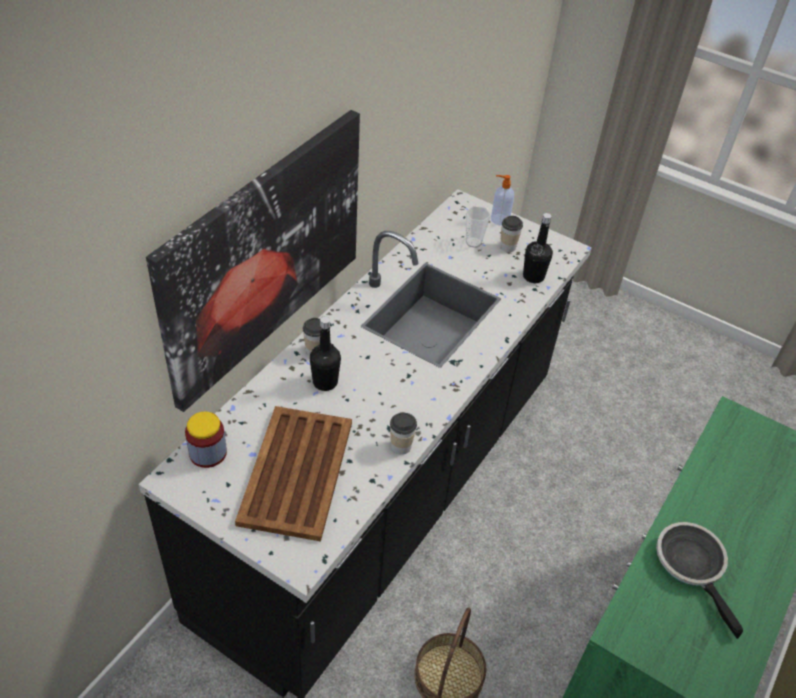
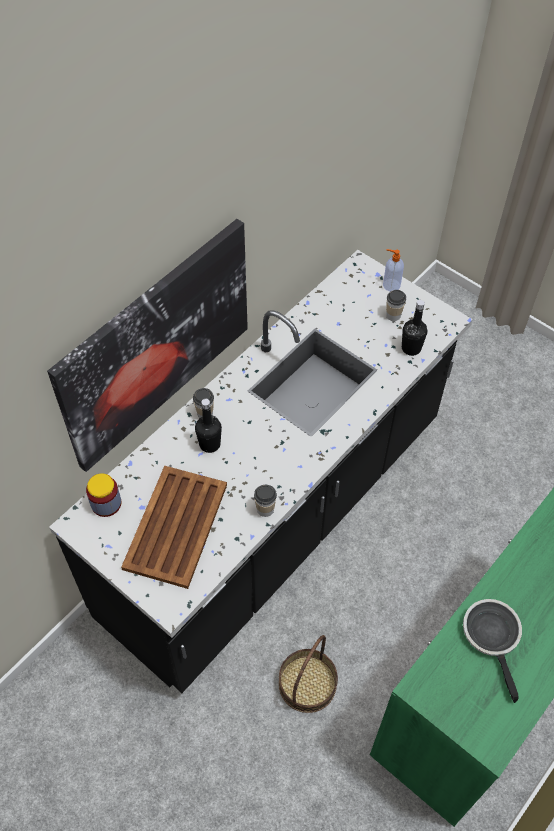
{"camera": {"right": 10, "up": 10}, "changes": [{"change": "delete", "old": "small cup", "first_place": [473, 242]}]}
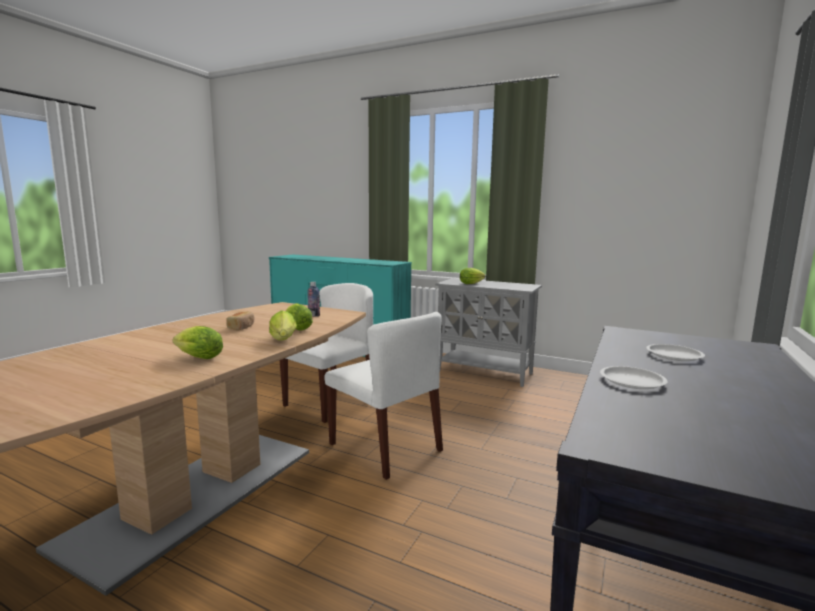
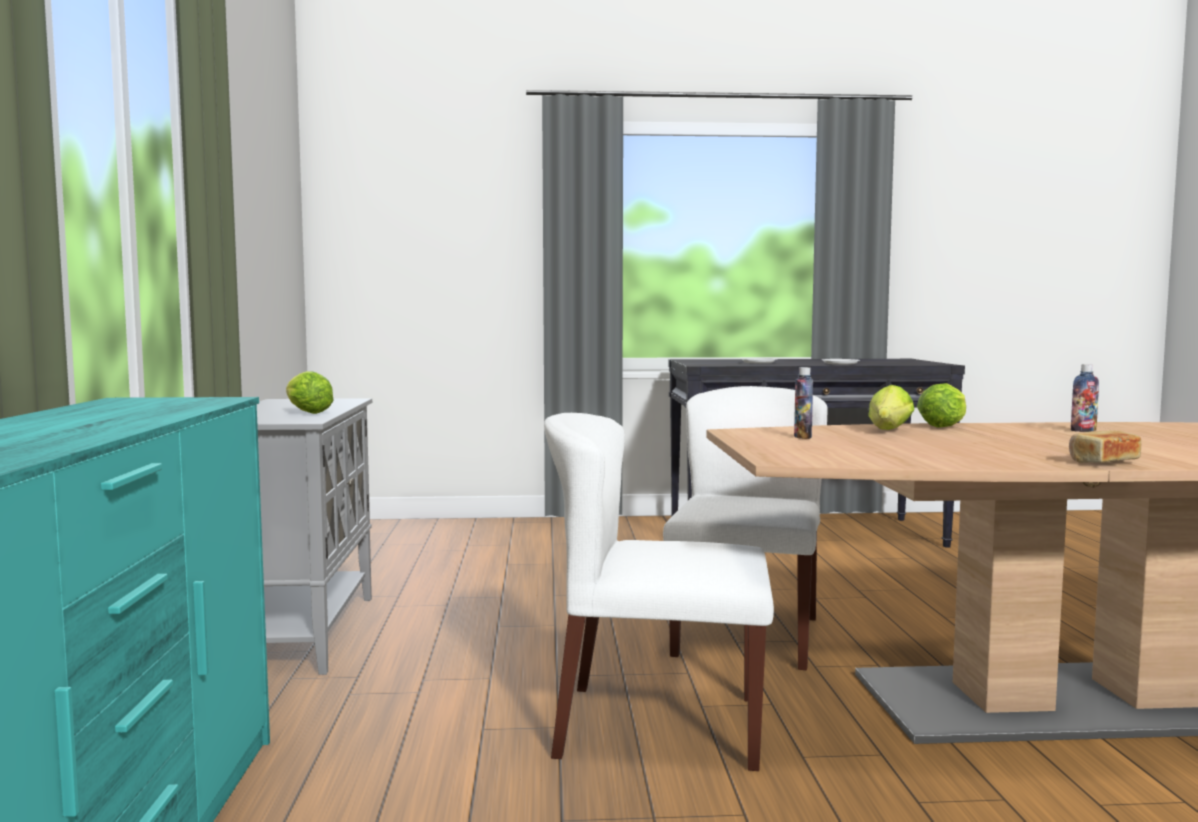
{"camera": {"right": -120, "up": -5}, "changes": [{"change": "replace", "old": "head of lettuce", "new": "bottle", "first_place": [197, 358], "second_place": [1083, 430]}, {"change": "move", "old": "baked bread", "first_place": [242, 327], "second_place": [1102, 462]}]}
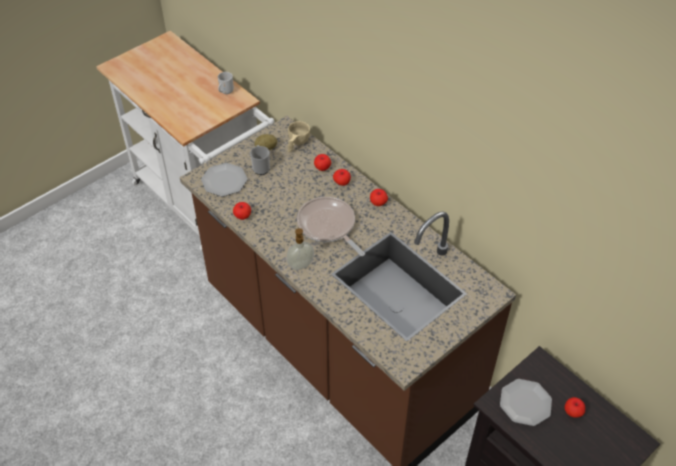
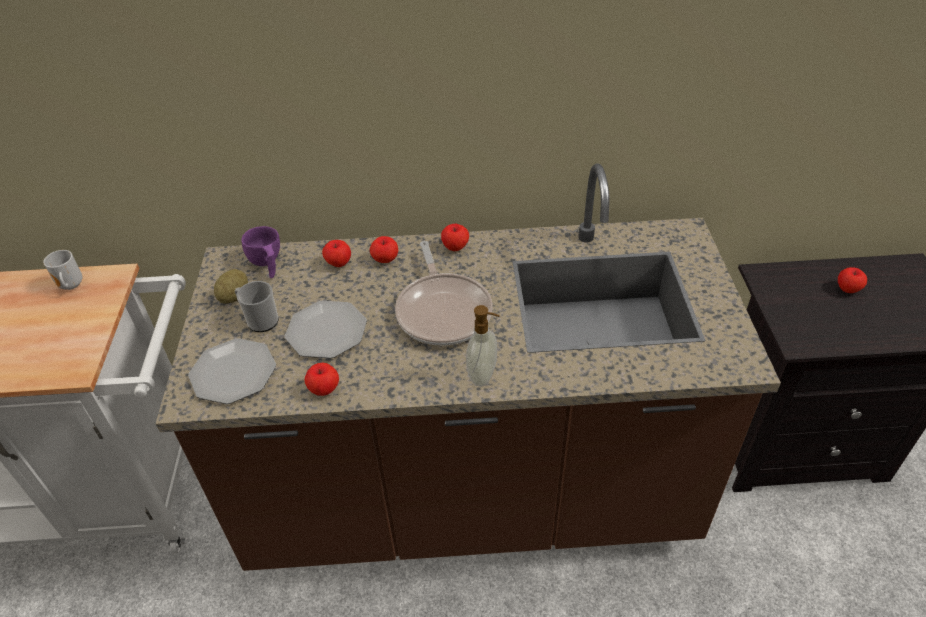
{"camera": {"right": -50, "up": -5}, "changes": [{"change": "recolor", "old": "sand-coloured small cup", "new": "purple-coloured small cup", "first_place": [296, 144], "second_place": [267, 264]}, {"change": "rotate", "old": "frying pan", "first_place": [328, 226], "second_place": [443, 310], "degrees": -105}, {"change": "move", "old": "plate", "first_place": [525, 404], "second_place": [327, 331]}]}
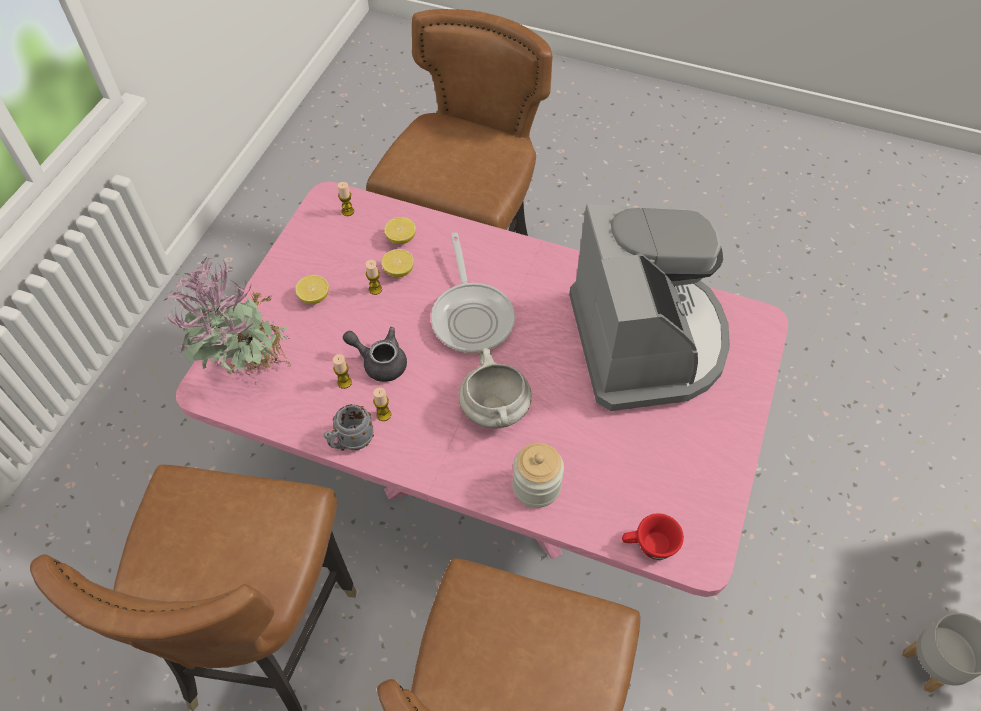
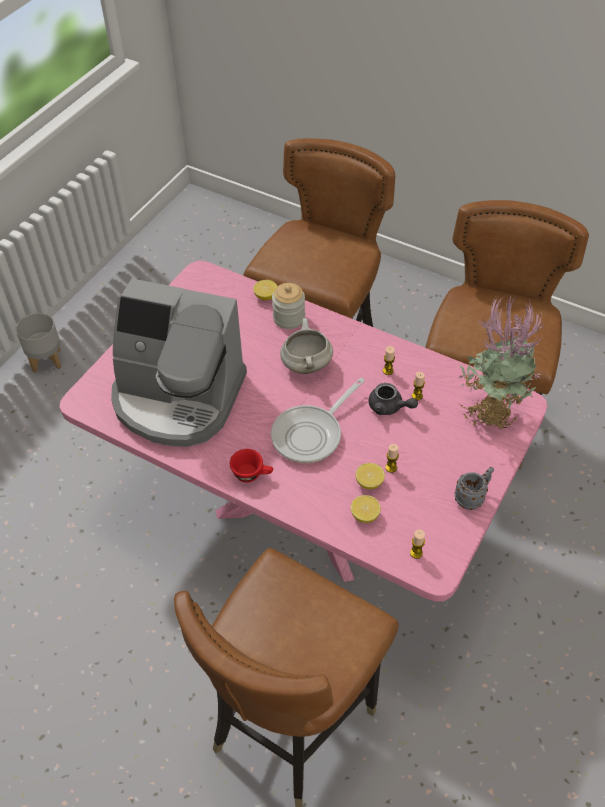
{"camera": {"right": -170, "up": -5}, "changes": [{"change": "move", "old": "lemon", "first_place": [314, 297], "second_place": [265, 296]}, {"change": "move", "old": "grey tea mug", "first_place": [351, 441], "second_place": [472, 497]}, {"change": "rotate", "old": "frying pan", "first_place": [471, 316], "second_place": [311, 434], "degrees": -135}, {"change": "rotate", "old": "coffee machine", "first_place": [646, 341], "second_place": [178, 398], "degrees": -75}, {"change": "move", "old": "red small cup", "first_place": [649, 546], "second_place": [252, 474]}]}
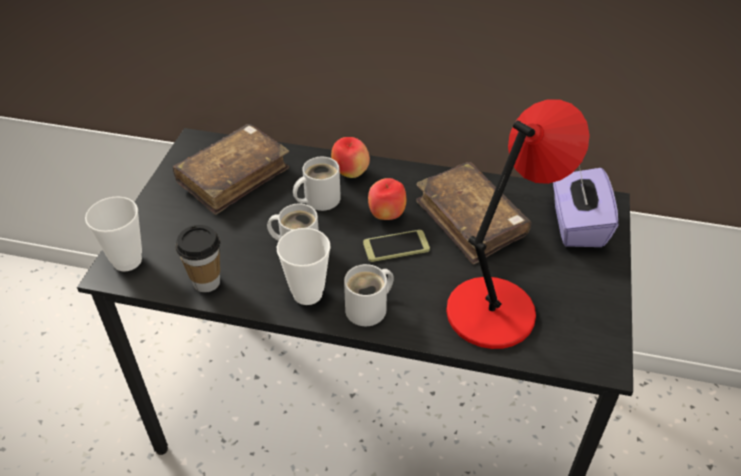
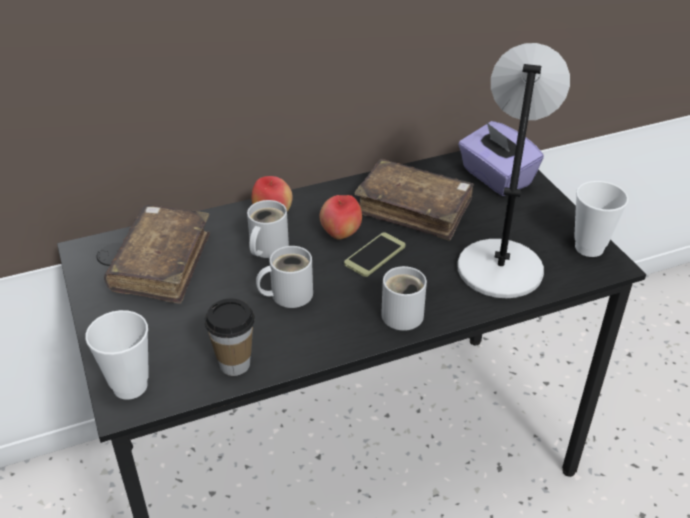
{"camera": {"right": -35, "up": -5}, "changes": [{"change": "move", "old": "small cup", "first_place": [307, 293], "second_place": [589, 248]}, {"change": "recolor", "old": "red table lamp", "new": "grey table lamp", "first_place": [494, 310], "second_place": [500, 266]}]}
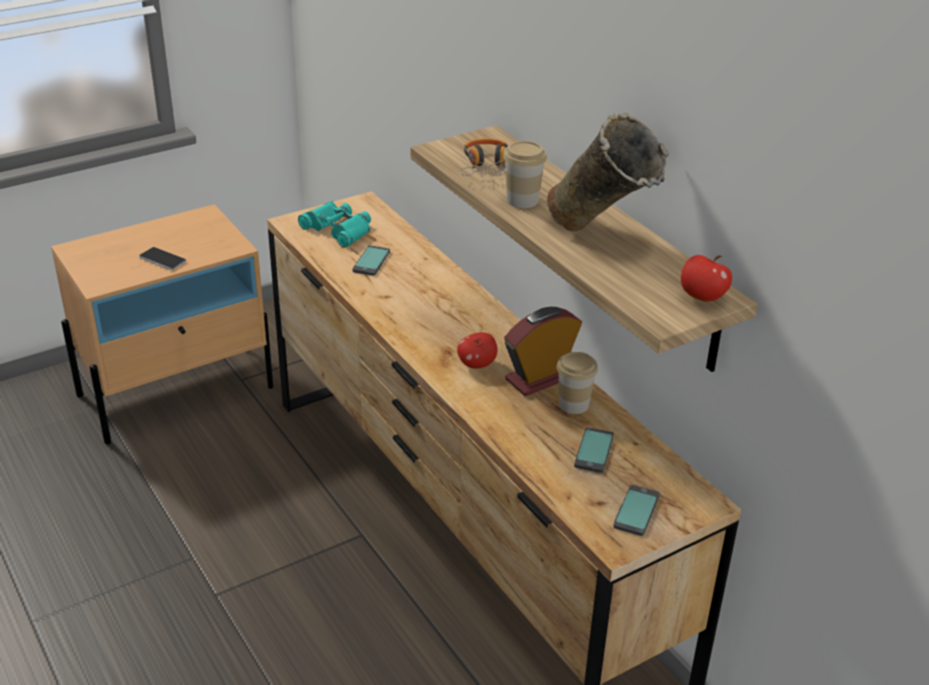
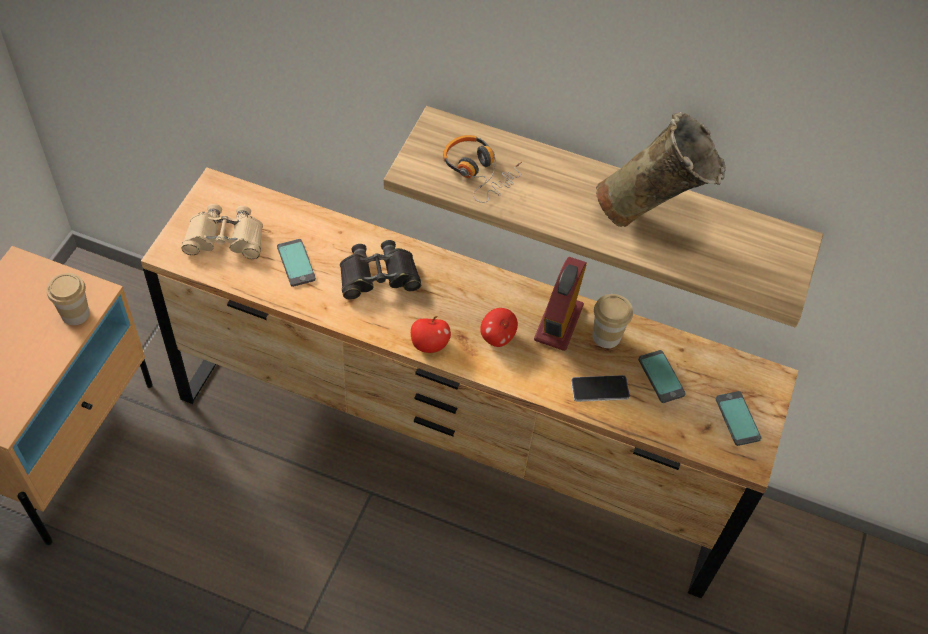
{"camera": {"right": -40, "up": 20}, "changes": [{"change": "move", "old": "handset", "first_place": [162, 259], "second_place": [599, 389]}, {"change": "recolor", "old": "turquoise binoculars", "new": "sand-coloured binoculars", "first_place": [338, 230], "second_place": [225, 238]}, {"change": "move", "old": "small cup", "first_place": [522, 200], "second_place": [75, 314]}, {"change": "move", "old": "whole apple", "first_place": [702, 297], "second_place": [429, 344]}, {"change": "insert", "new": "blackish binoculars", "second_place": [378, 276]}]}
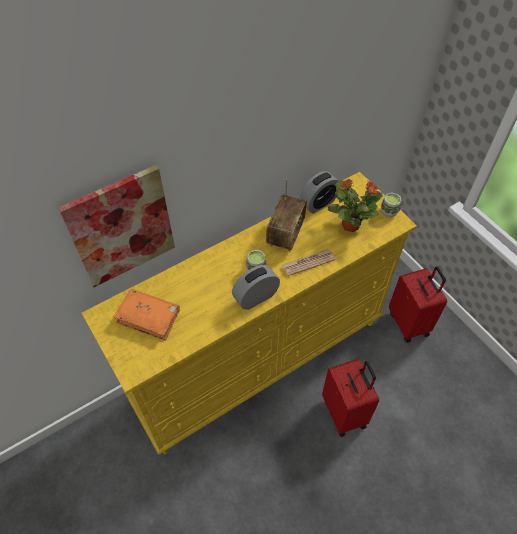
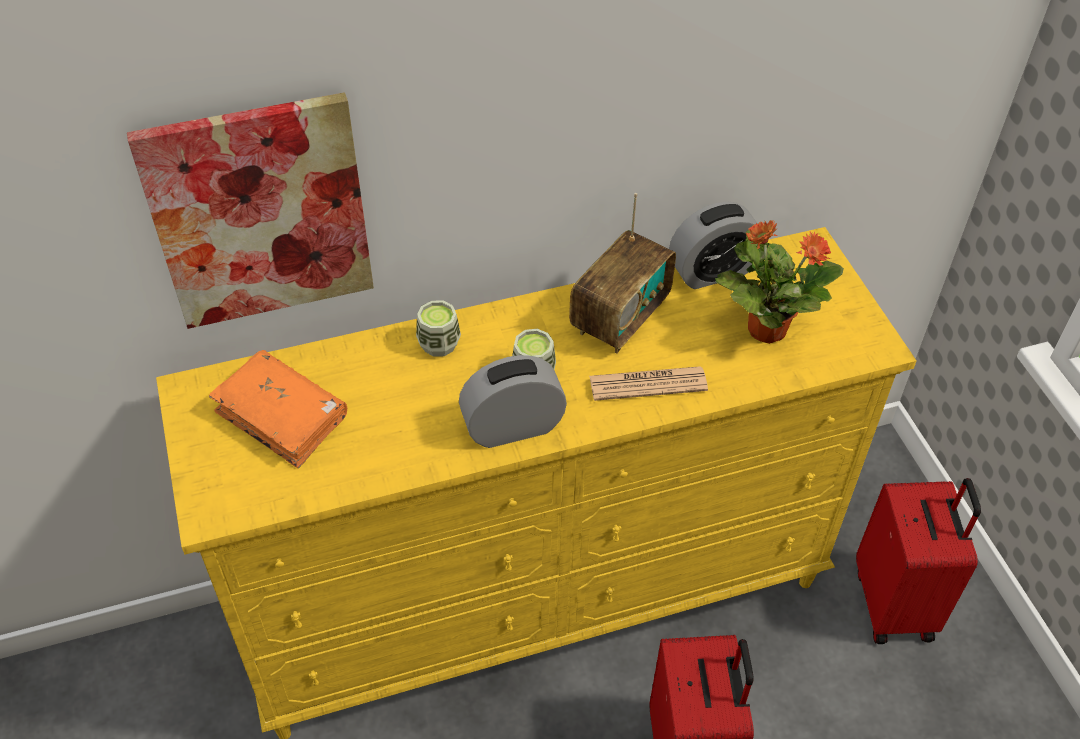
{"camera": {"right": 15, "up": -5}, "changes": [{"change": "move", "old": "small cup", "first_place": [389, 211], "second_place": [439, 344]}]}
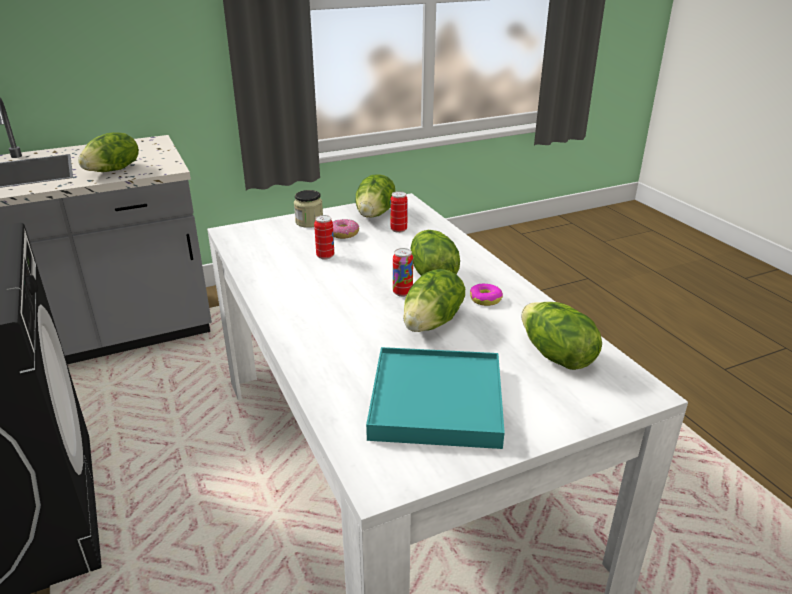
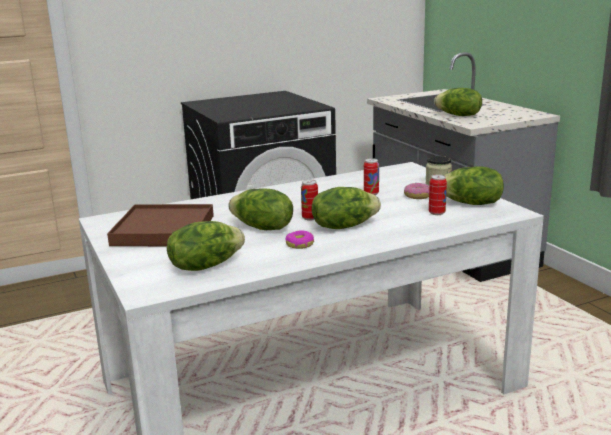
{"camera": {"right": 90, "up": -10}, "changes": [{"change": "recolor", "old": "turquoise serving tray", "new": "brown-coloured serving tray", "first_place": [436, 402], "second_place": [163, 230]}]}
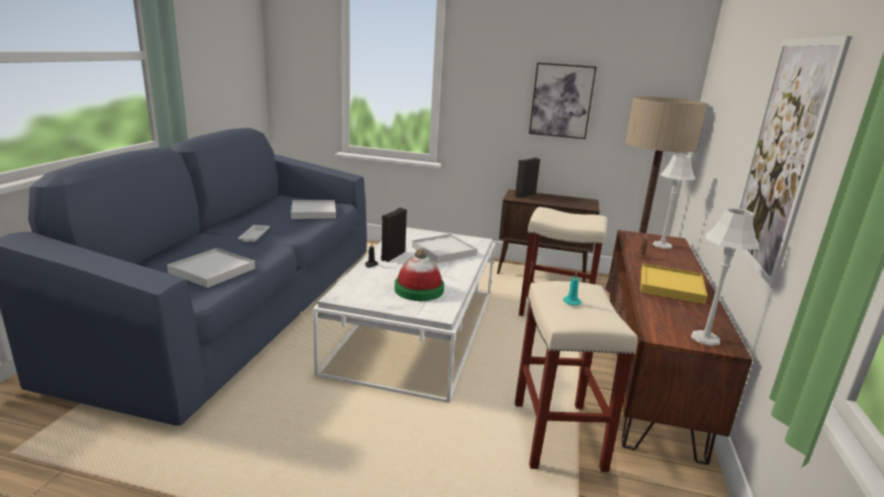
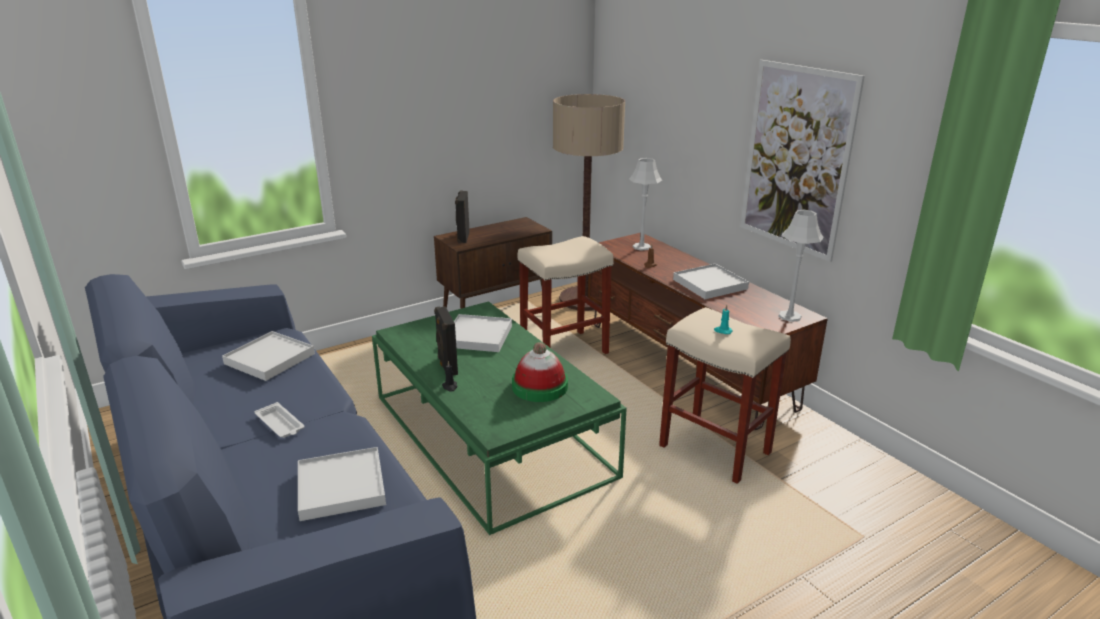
{"camera": {"right": -45, "up": 5}, "changes": [{"change": "recolor", "old": "white low table", "new": "green-coloured low table", "first_place": [415, 329], "second_place": [490, 435]}, {"change": "delete", "old": "wall art", "first_place": [561, 101]}, {"change": "recolor", "old": "yellowish serving tray", "new": "white serving tray", "first_place": [670, 286], "second_place": [710, 284]}]}
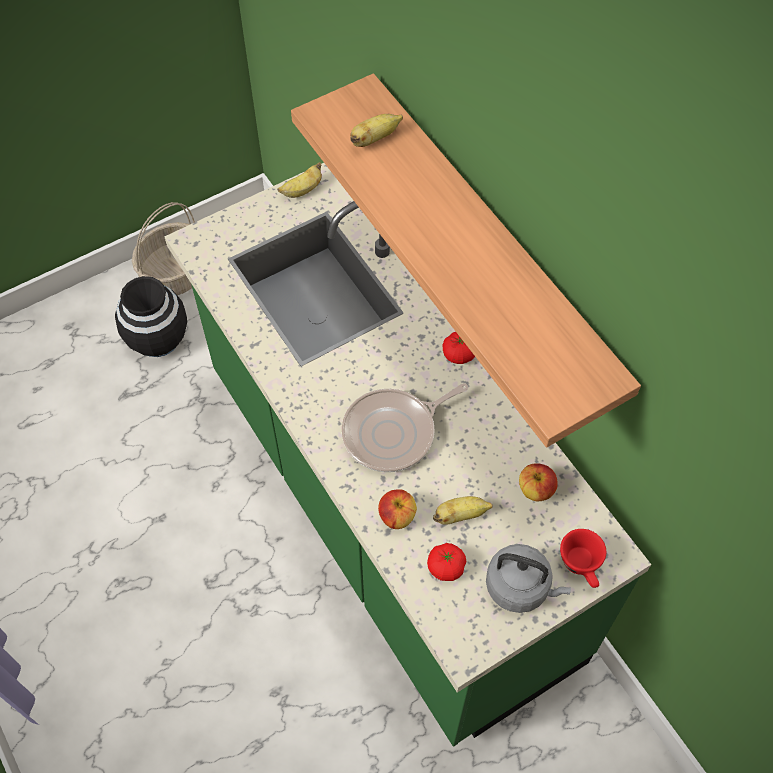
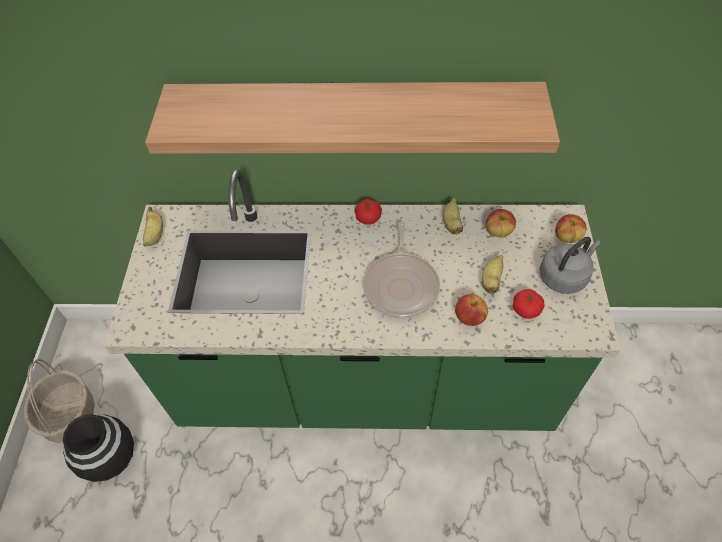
{"camera": {"right": -55, "up": -5}, "changes": [{"change": "move", "old": "banana", "first_place": [374, 139], "second_place": [452, 224]}, {"change": "replace", "old": "red small cup", "new": "whole apple", "first_place": [582, 566], "second_place": [566, 237]}]}
